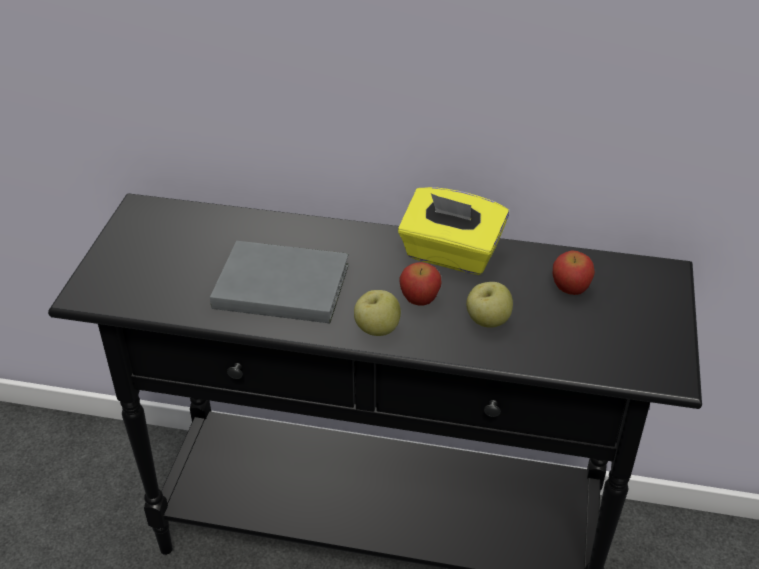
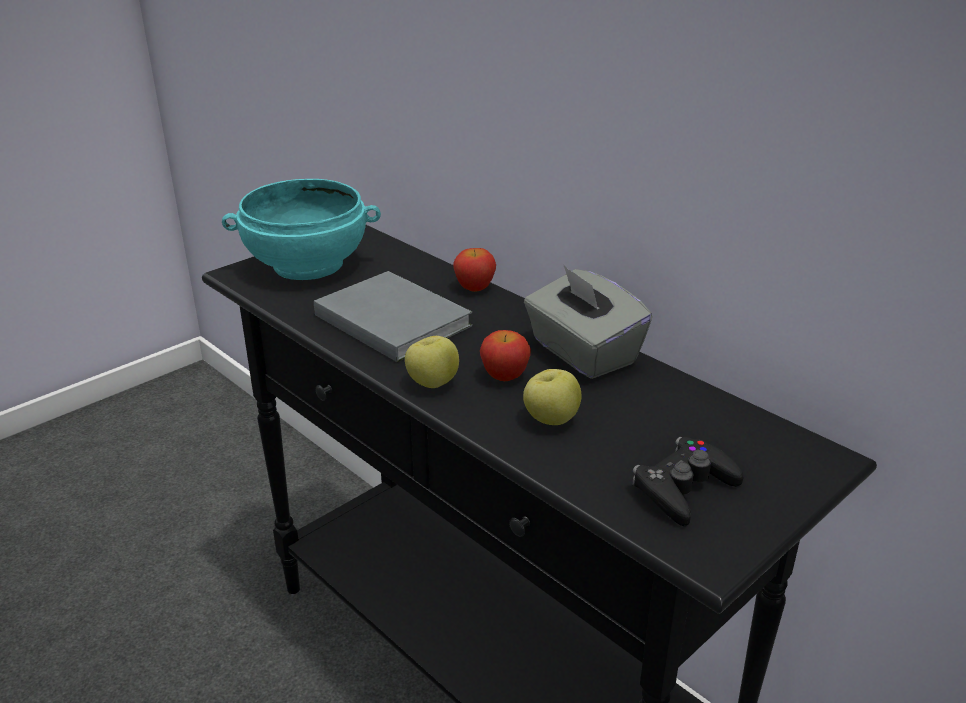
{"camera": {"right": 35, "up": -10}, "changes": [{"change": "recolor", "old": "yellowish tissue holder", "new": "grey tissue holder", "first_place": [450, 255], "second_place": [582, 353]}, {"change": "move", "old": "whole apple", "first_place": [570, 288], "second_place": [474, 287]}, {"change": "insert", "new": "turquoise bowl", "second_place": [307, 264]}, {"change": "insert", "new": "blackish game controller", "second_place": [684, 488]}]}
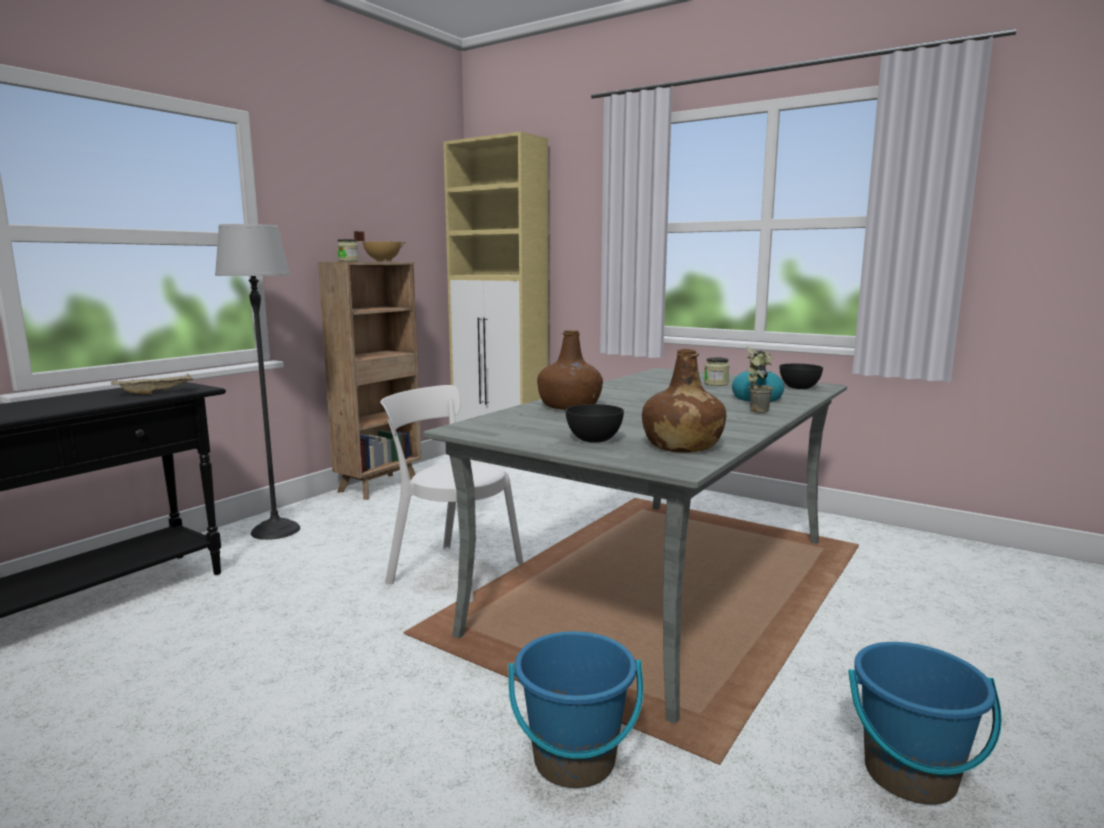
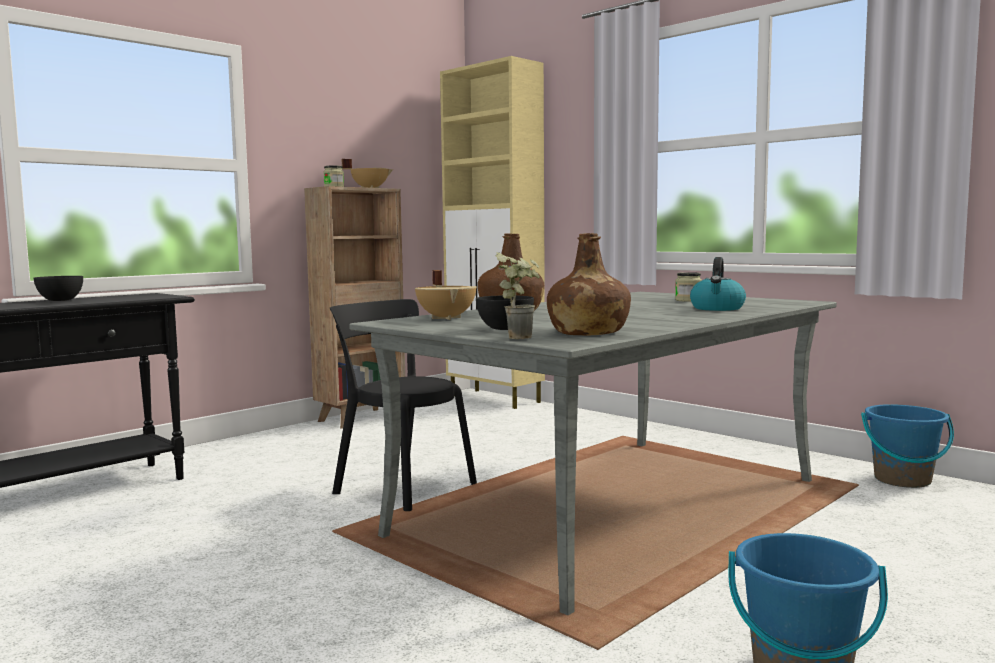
{"camera": {"right": 10, "up": -5}, "changes": [{"change": "delete", "old": "sand-coloured serving tray", "first_place": [156, 393]}, {"change": "delete", "old": "standard lamp", "first_place": [276, 530]}, {"change": "recolor", "old": "white plain chair", "new": "blackish plain chair", "first_place": [451, 571], "second_place": [401, 487]}, {"change": "move", "old": "blue-coloured bucket", "first_place": [574, 761], "second_place": [902, 480]}, {"change": "move", "old": "potted plant", "first_place": [757, 410], "second_place": [521, 337]}, {"change": "move", "old": "blackish bowl", "first_place": [799, 388], "second_place": [60, 300]}, {"change": "insert", "new": "sand-coloured saucepot", "second_place": [447, 318]}]}
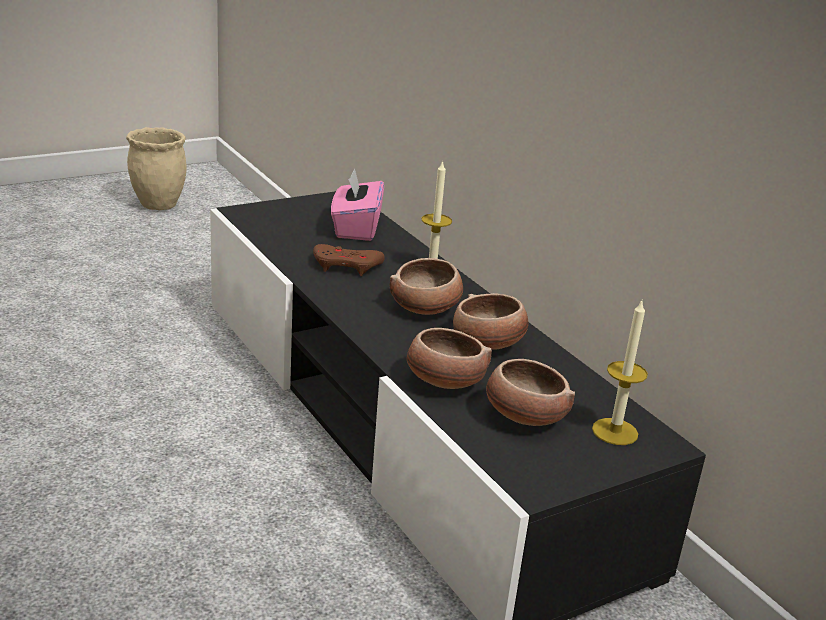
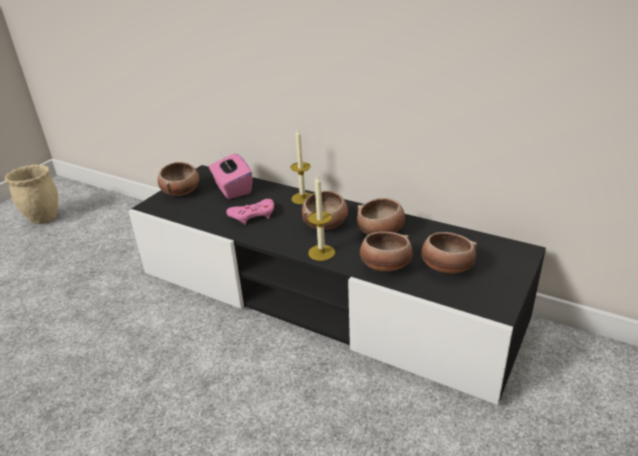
{"camera": {"right": -25, "up": 5}, "changes": [{"change": "recolor", "old": "brown-coloured game controller", "new": "pink-coloured game controller", "first_place": [346, 265], "second_place": [253, 215]}, {"change": "move", "old": "wax light", "first_place": [615, 431], "second_place": [321, 252]}, {"change": "insert", "new": "bowl", "second_place": [181, 191]}]}
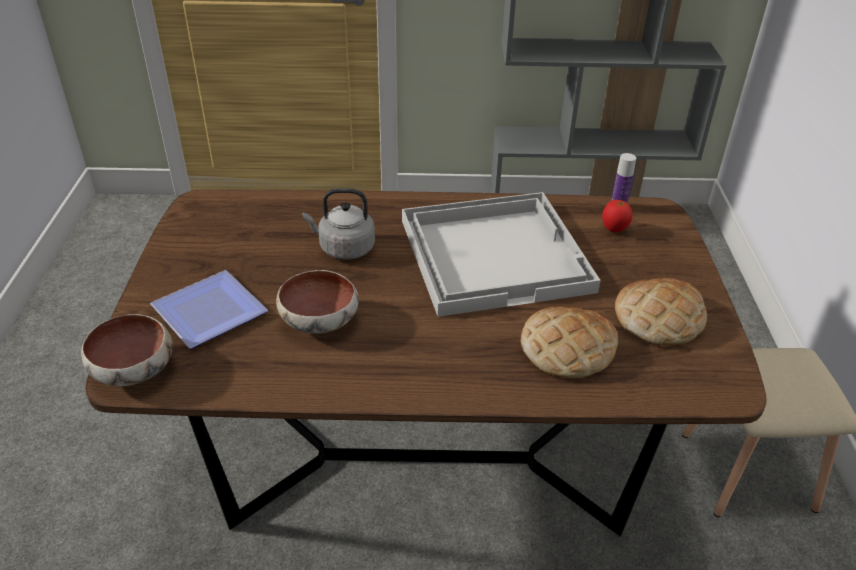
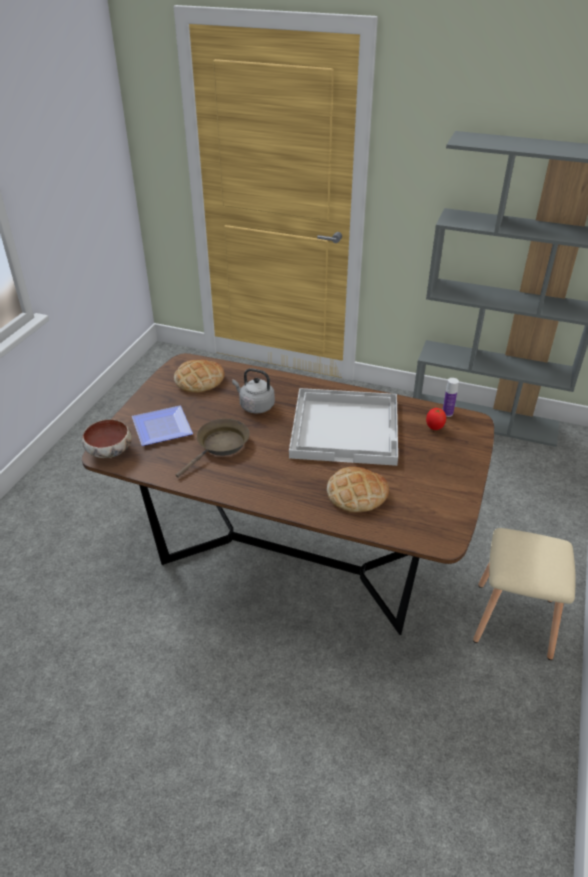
{"camera": {"right": 20, "up": 0}, "changes": [{"change": "replace", "old": "bowl", "new": "brown-coloured frying pan", "first_place": [321, 321], "second_place": [220, 446]}, {"change": "move", "old": "baked bread", "first_place": [659, 318], "second_place": [199, 380]}]}
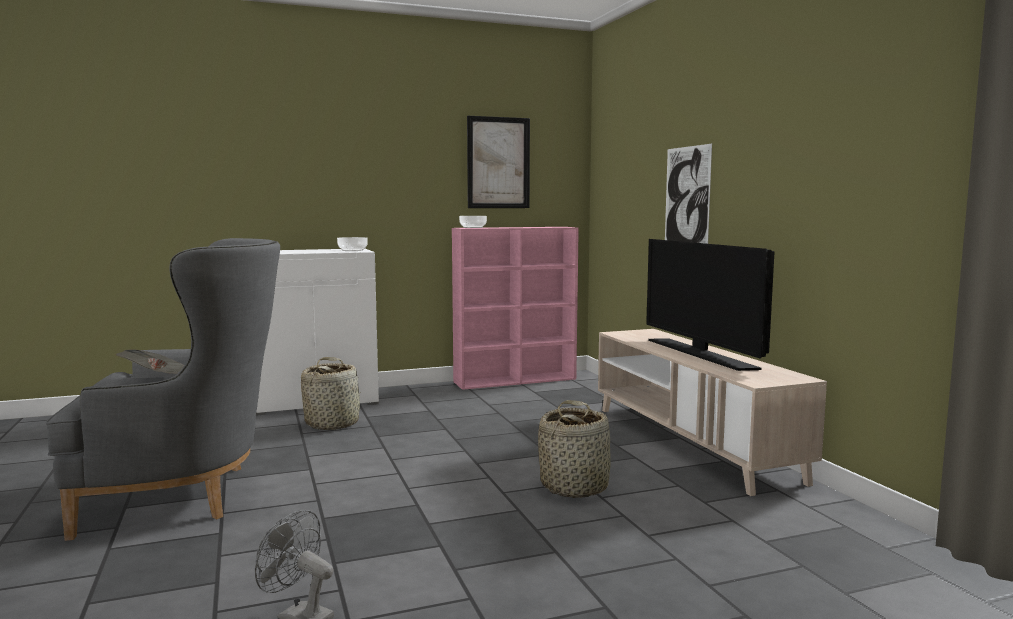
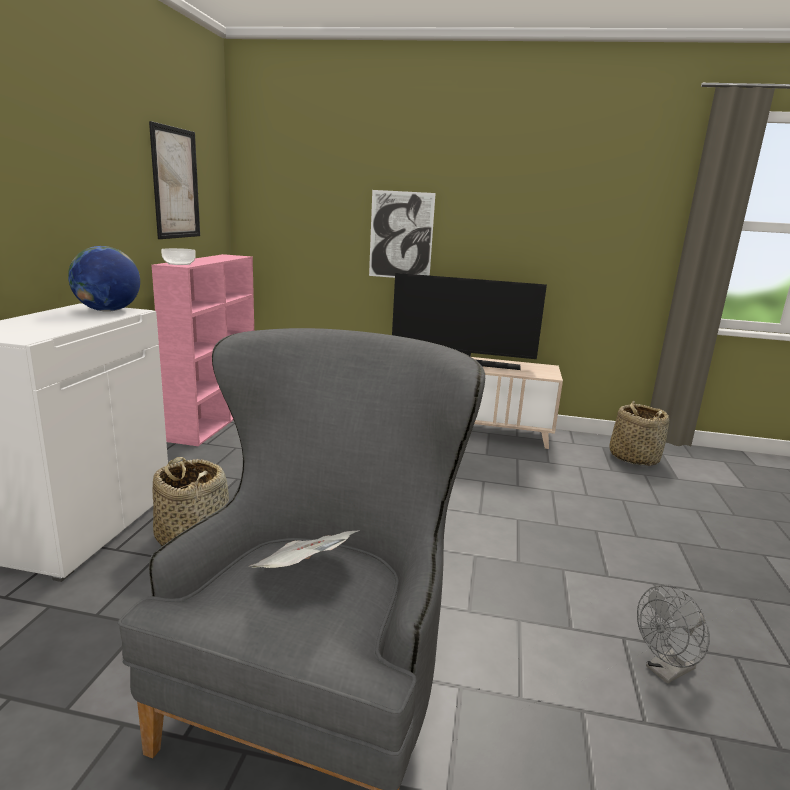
{"camera": {"right": -60, "up": 10}, "changes": [{"change": "replace", "old": "bowl", "new": "desk globe", "first_place": [352, 250], "second_place": [108, 311]}, {"change": "move", "old": "basket", "first_place": [575, 486], "second_place": [633, 457]}]}
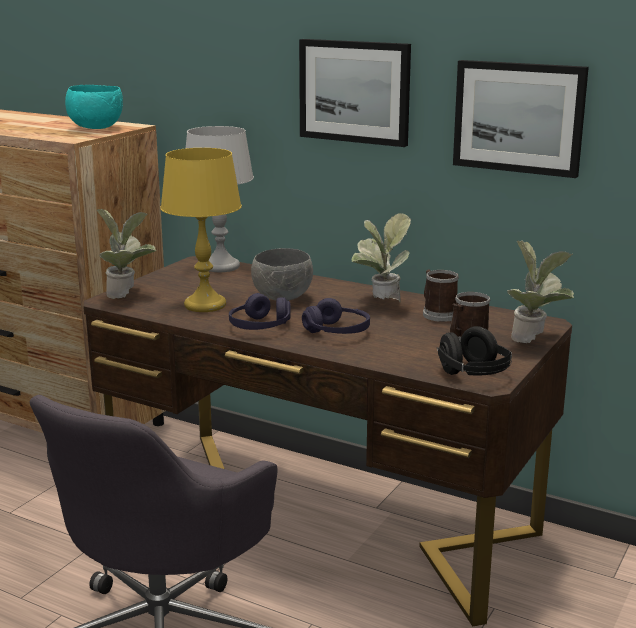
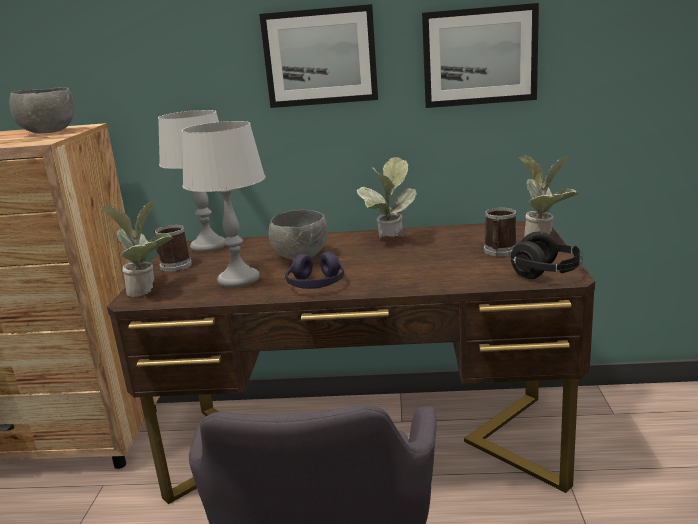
{"camera": {"right": -25, "up": 0}, "changes": [{"change": "recolor", "old": "turquoise bowl", "new": "grey bowl", "first_place": [97, 128], "second_place": [49, 132]}, {"change": "recolor", "old": "yellowish table lamp", "new": "grey table lamp", "first_place": [205, 305], "second_place": [239, 279]}, {"change": "delete", "old": "purple-coloured pair of headphones", "first_place": [337, 331]}, {"change": "move", "old": "tea mug", "first_place": [437, 314], "second_place": [173, 265]}]}
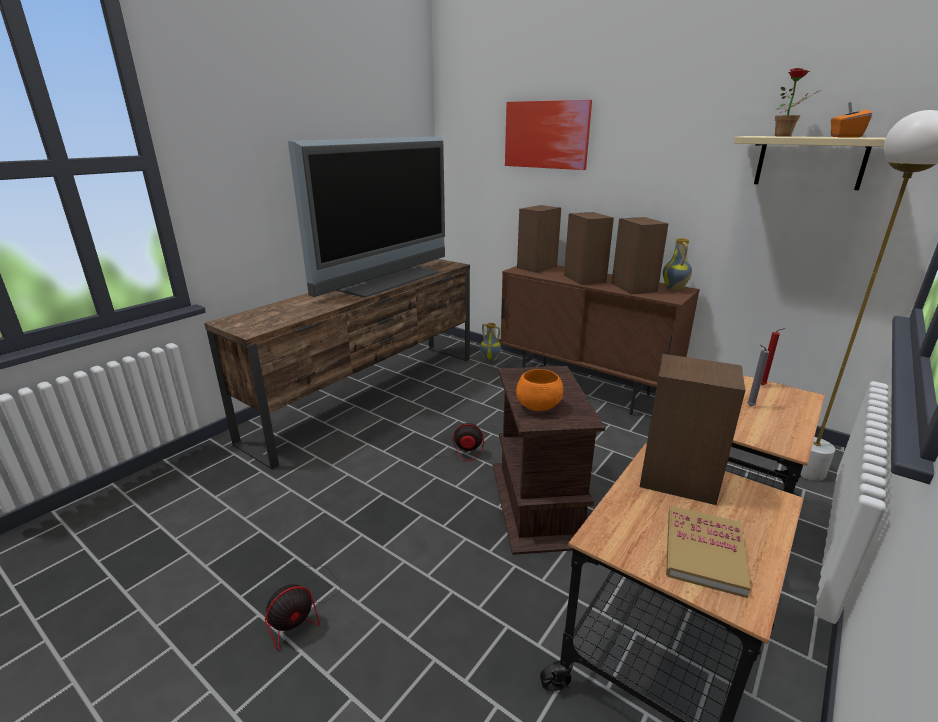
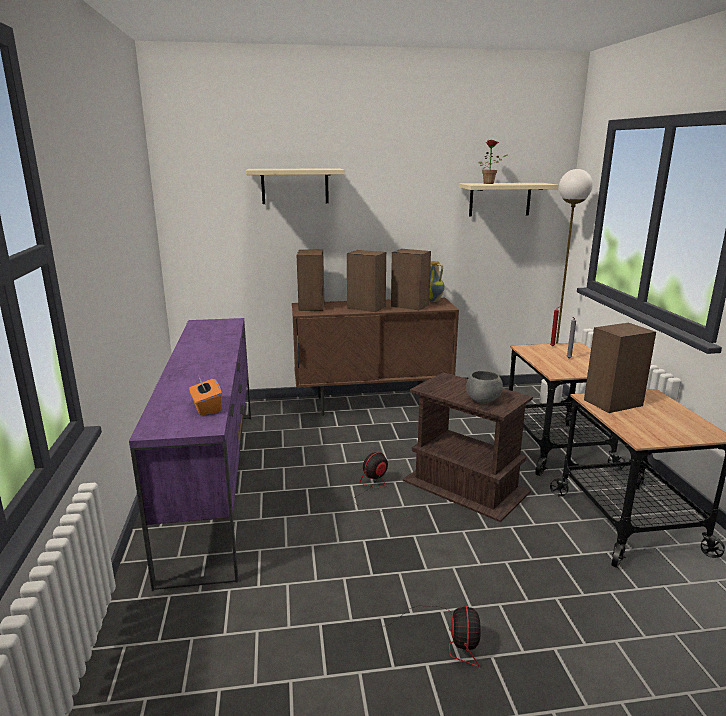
{"camera": {"right": -45, "up": -5}, "changes": [{"change": "recolor", "old": "brown-coloured media console", "new": "purple-coloured media console", "first_place": [370, 395], "second_place": [214, 481]}, {"change": "delete", "old": "TV", "first_place": [388, 280]}, {"change": "delete", "old": "flower vase", "first_place": [490, 359]}, {"change": "replace", "old": "wall art", "new": "sand-coloured shelf", "first_place": [546, 135], "second_place": [295, 186]}, {"change": "recolor", "old": "orangey bowl", "new": "grey bowl", "first_place": [539, 407], "second_place": [483, 401]}, {"change": "delete", "old": "bound book", "first_place": [704, 552]}, {"change": "move", "old": "orangey tissue holder", "first_place": [844, 137], "second_place": [206, 408]}]}
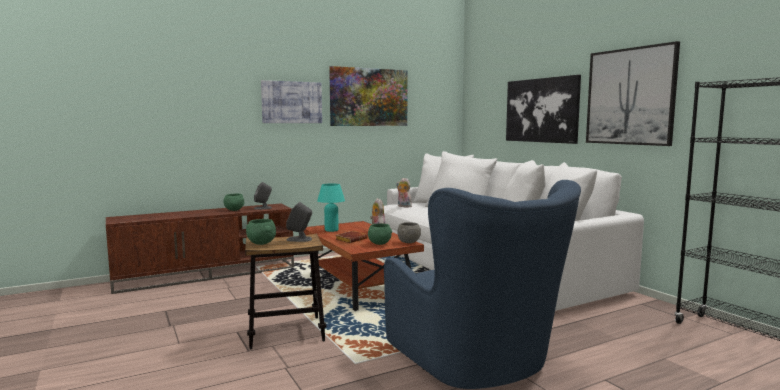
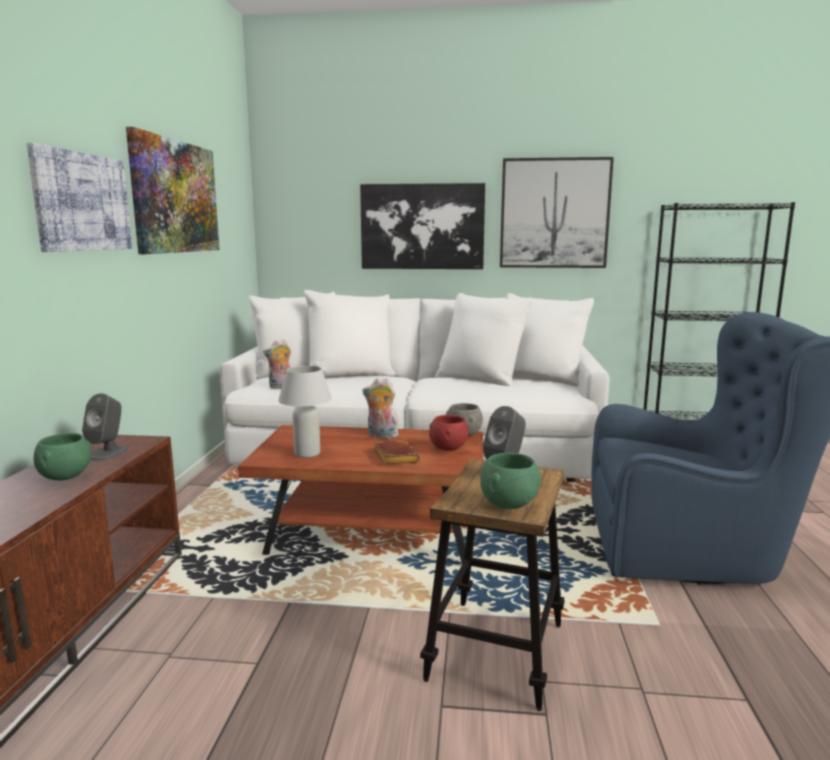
{"camera": {"right": -55, "up": 5}, "changes": [{"change": "recolor", "old": "turquoise table lamp", "new": "white table lamp", "first_place": [331, 230], "second_place": [307, 454]}, {"change": "recolor", "old": "green-coloured bowl", "new": "red bowl", "first_place": [380, 244], "second_place": [449, 449]}]}
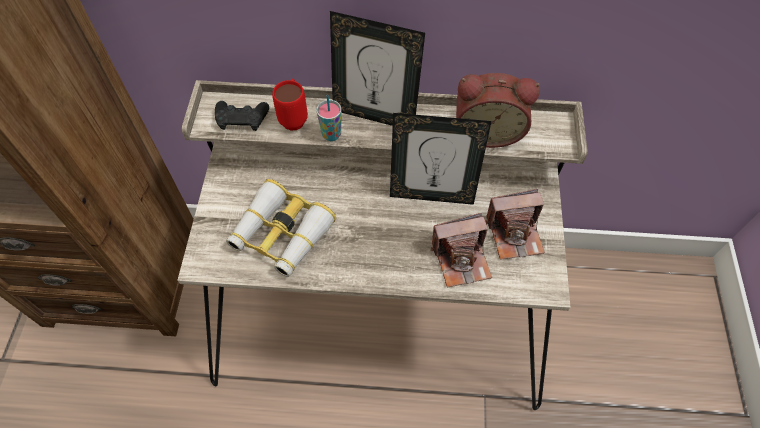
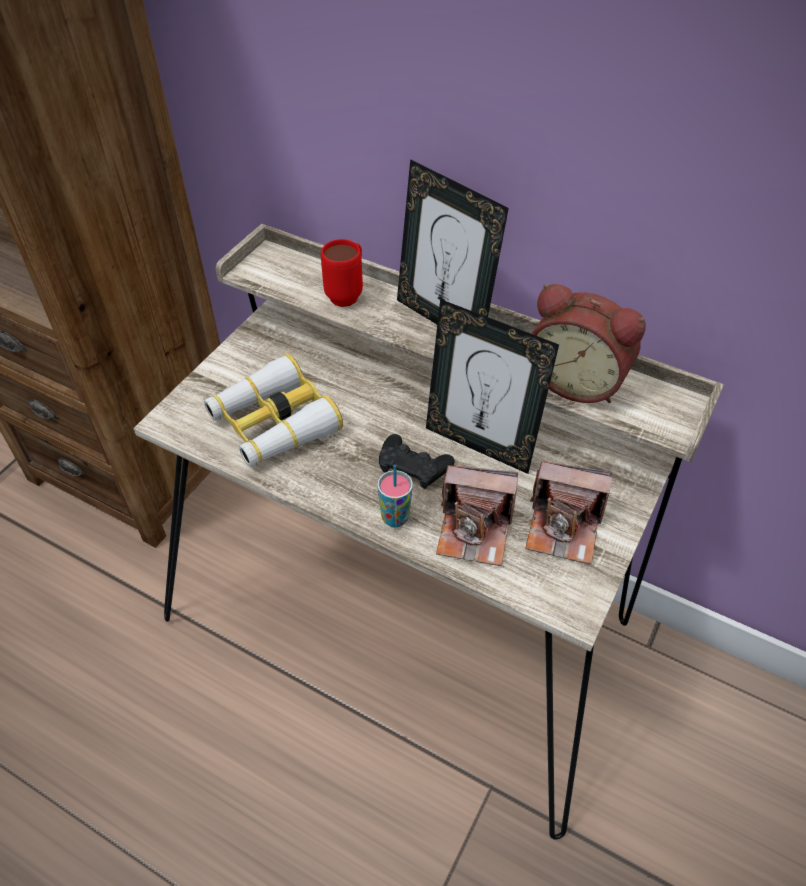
{"camera": {"right": 25, "up": -10}, "changes": [{"change": "move", "old": "blackish game controller", "first_place": [242, 119], "second_place": [413, 466]}, {"change": "move", "old": "small cup", "first_place": [331, 134], "second_place": [395, 518]}]}
